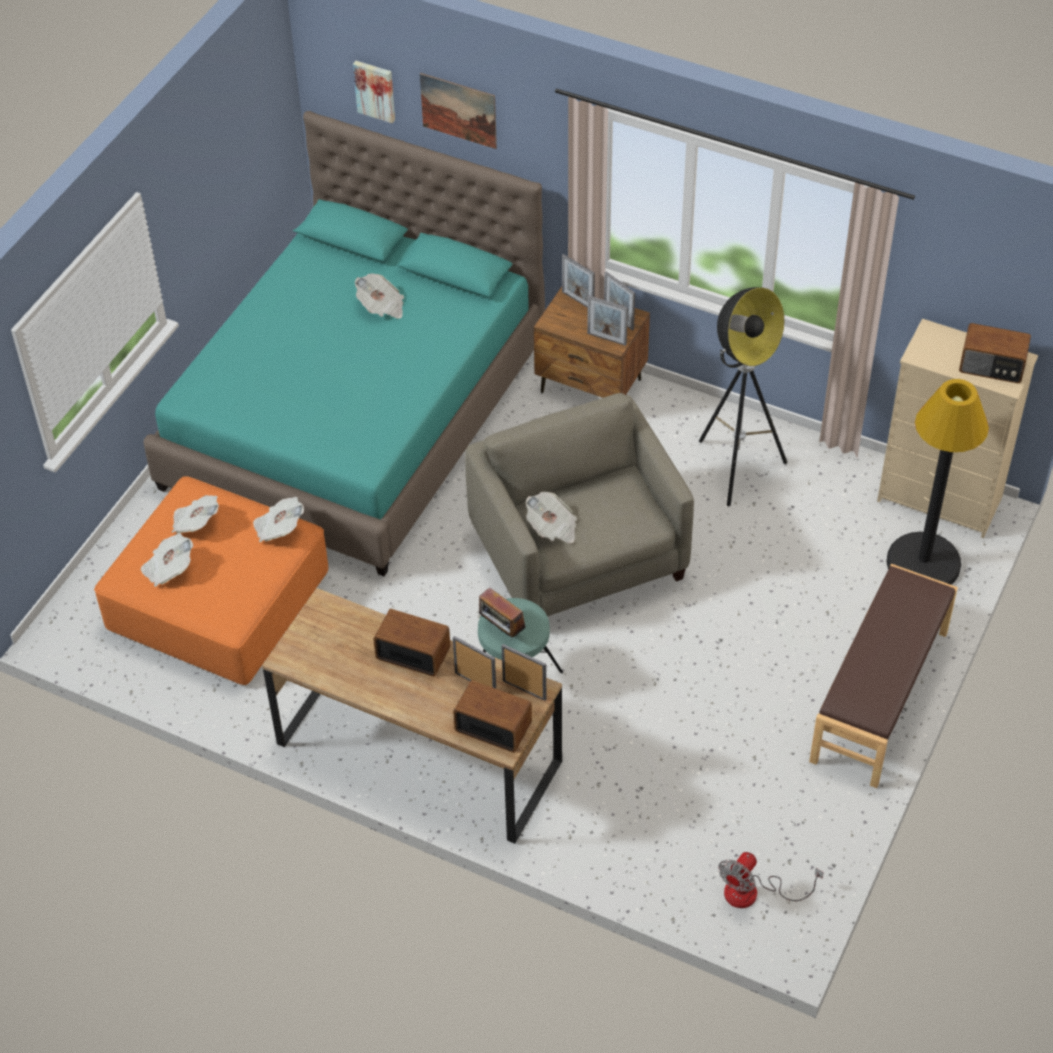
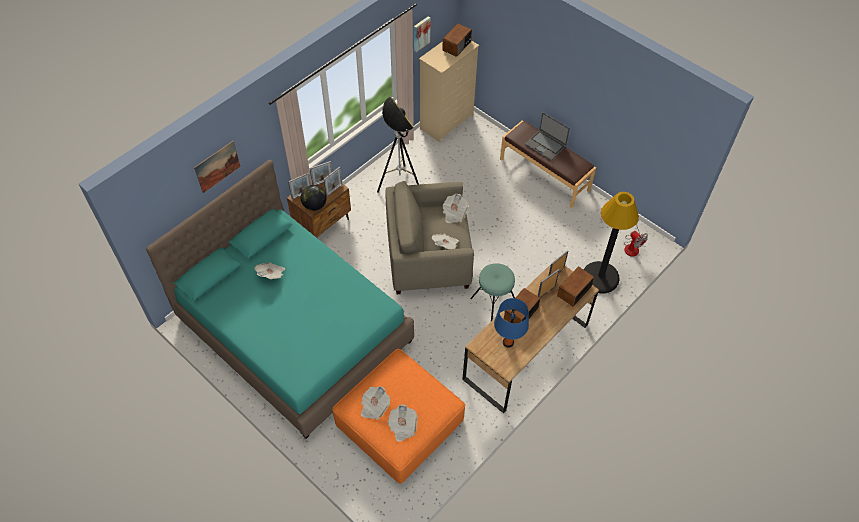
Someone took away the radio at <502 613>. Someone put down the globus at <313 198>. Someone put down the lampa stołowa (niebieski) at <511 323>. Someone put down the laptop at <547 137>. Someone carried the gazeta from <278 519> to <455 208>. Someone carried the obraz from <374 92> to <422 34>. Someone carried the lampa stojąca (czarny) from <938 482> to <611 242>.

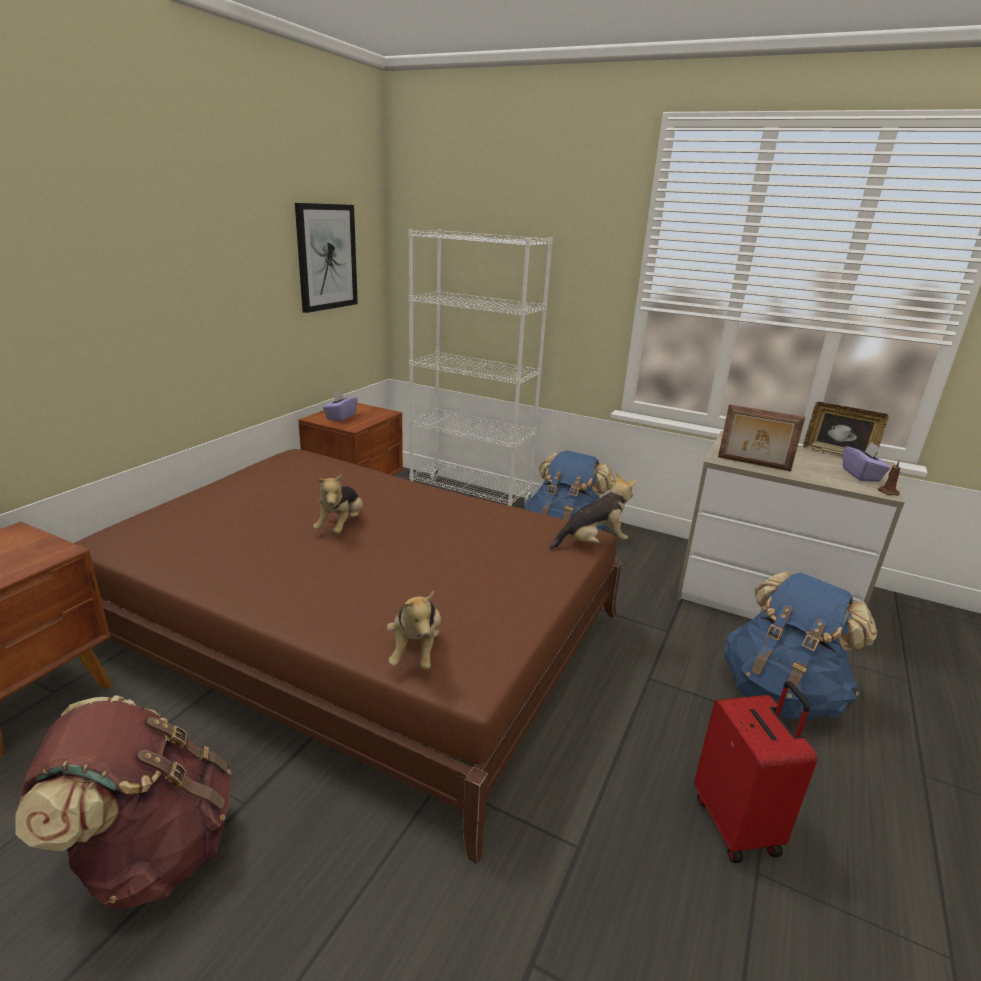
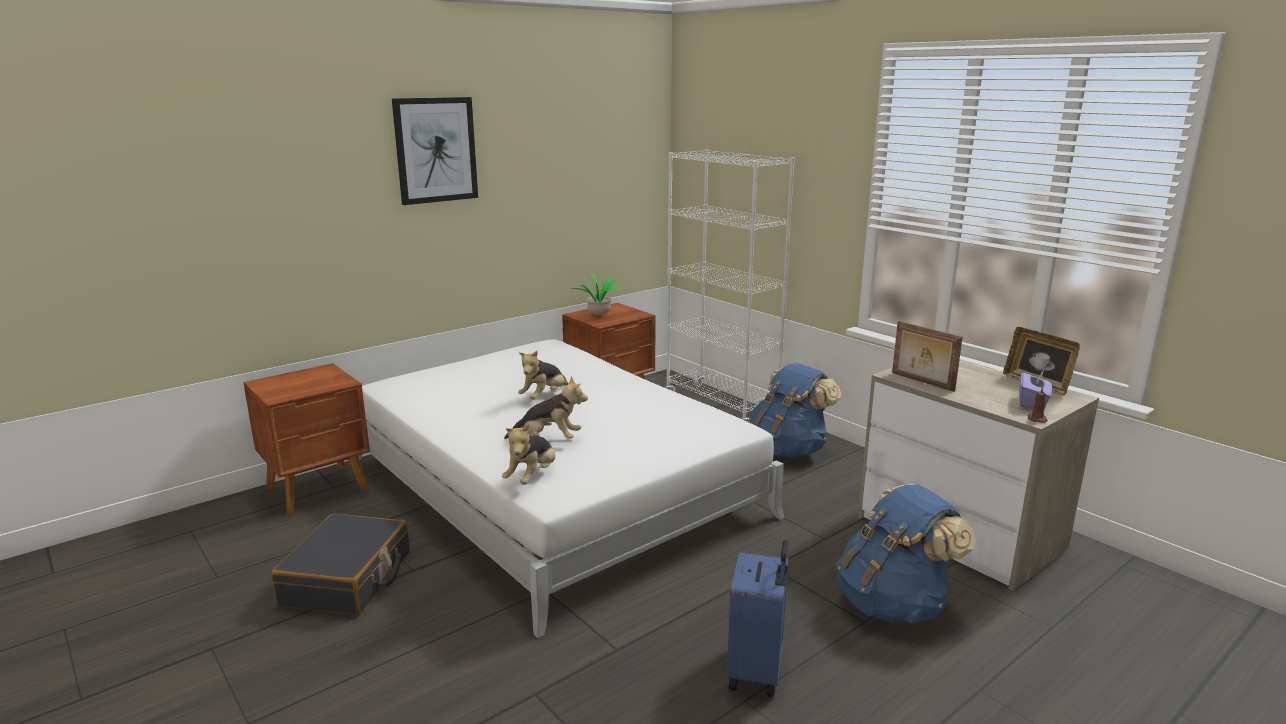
Someone carried the obraz from <326 258> to <435 151>. Someone carried the pluszak from <593 511> to <546 407>. Someone swapped the plecak (brązowy) at <123 801> for the walizka (czarny) at <340 564>. Someone swapped the pudełko chusteczek (fioletowy) at <340 406> for the roślina doniczkowa at <595 294>. Someone repainted the łóżko (brązowy) at <347 656>, which became the łóżko (biały) at <571 488>. Someone repainted the walizka (czerwony) at <755 772>, which became the walizka (niebieski) at <757 618>.

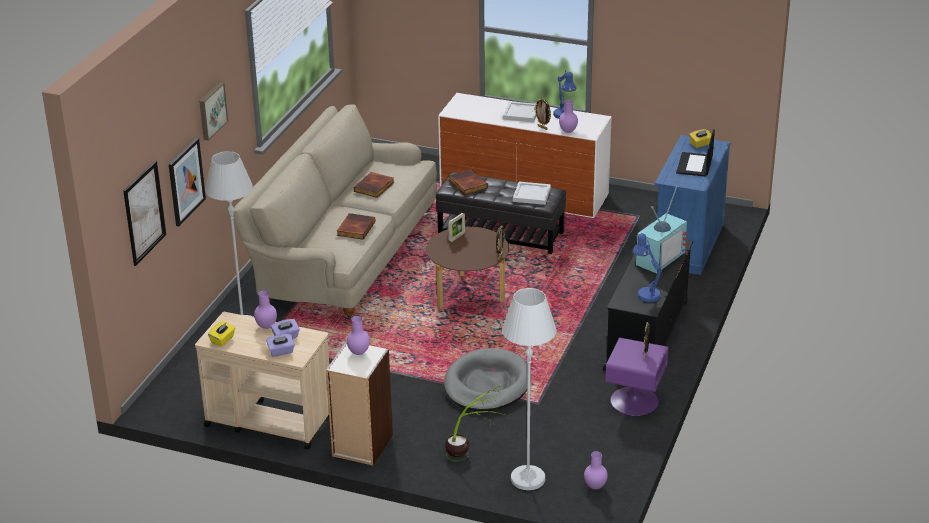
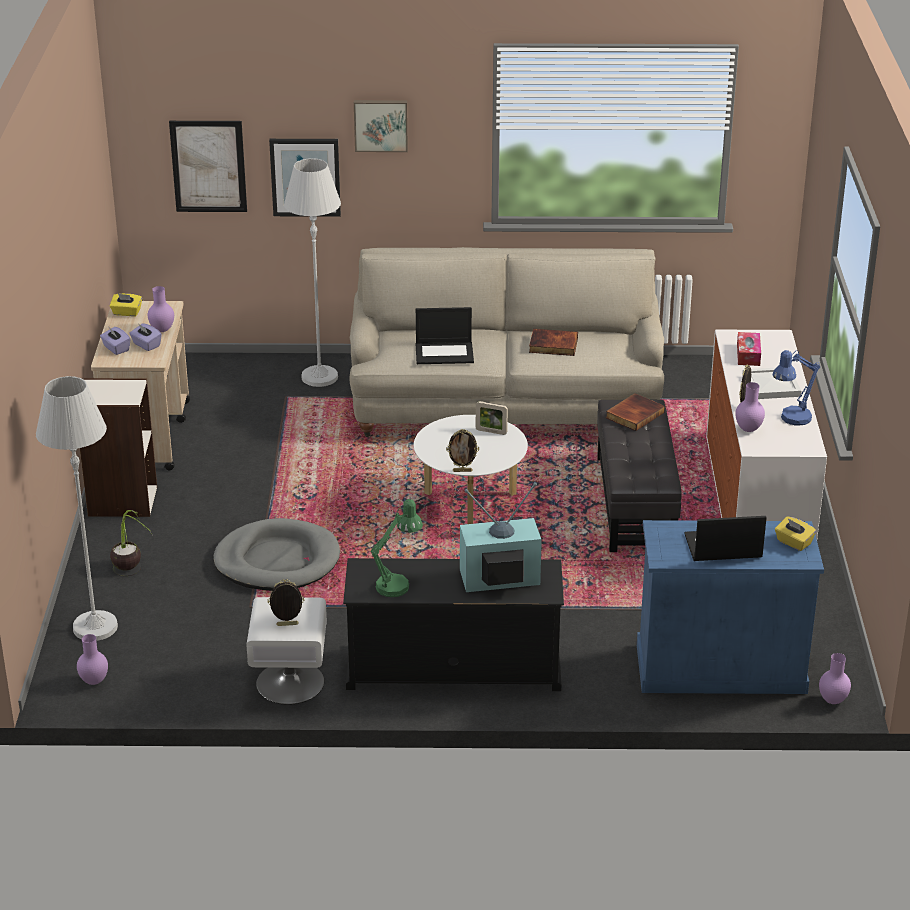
Someone took away the taca (biały) at <532 193>. Someone put down the pudełko chusteczek at <749 349>. Someone carried the wazon (fioletowy) from <358 335> to <835 678>. Someone swapped the książka at <356 226> for the laptop at <445 335>. Someone repainted the ława (brązowy) at <467 268>, which became the ława (biały) at <471 469>. Someone repainted the szafka nocna (fioletowy) at <637 376>, which became the szafka nocna (biały) at <286 651>. Someone repainted the lampa stołowa (niebieski) at <647 267>, which became the lampa stołowa (zielony) at <396 548>. Someone rotated the telewizor at <661 229> by 150 degrees clockwise.

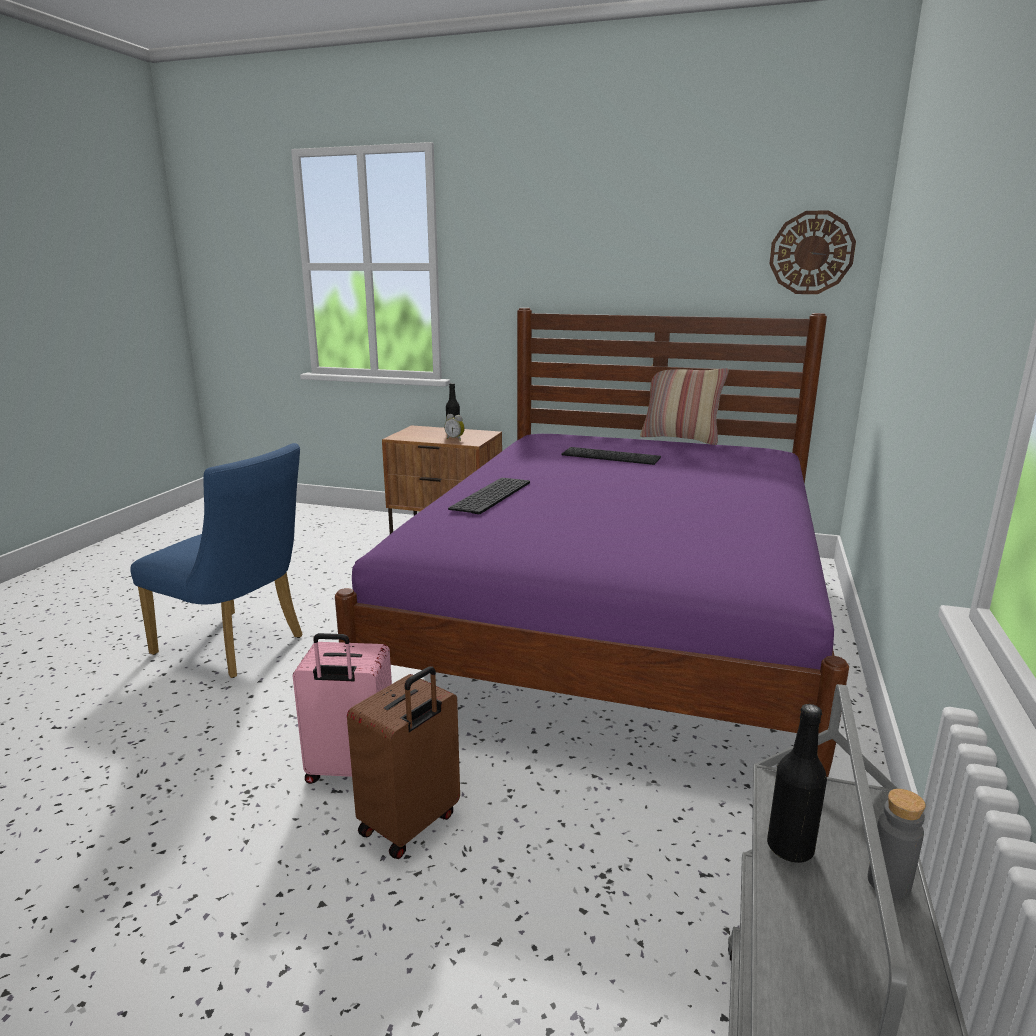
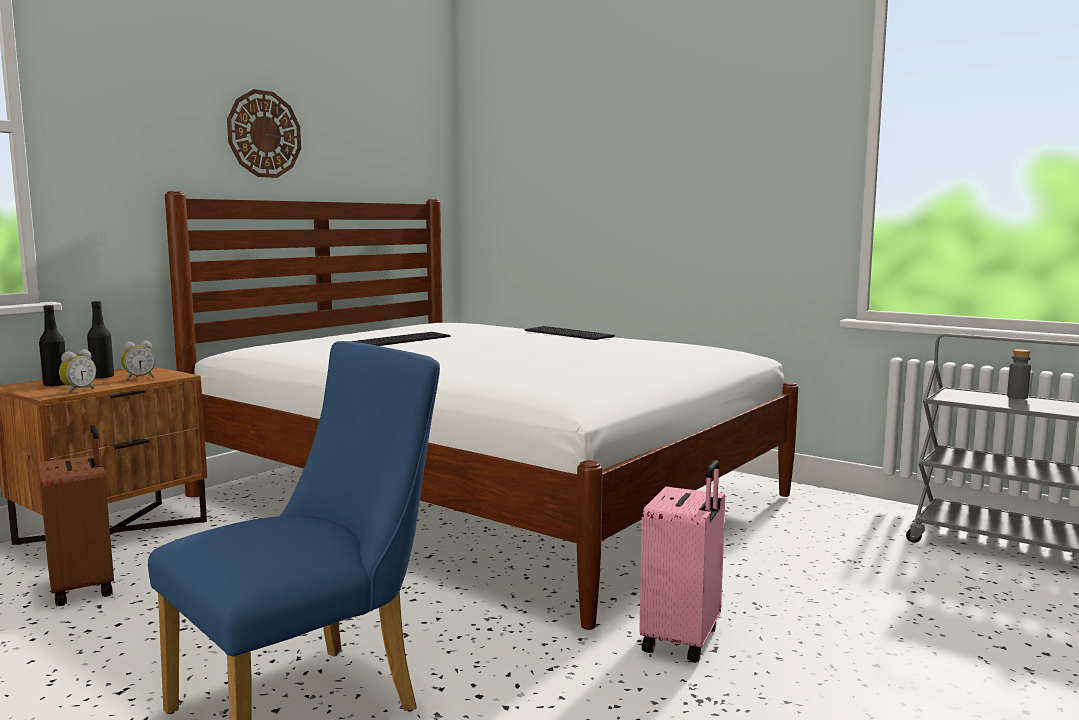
Someone took away the poduszka at <684 404>. Someone put down the budzik at <77 371>. Someone carried the walizka (brązowy) from <403 762> to <76 515>. Someone carried the klawiatura from <489 496> to <570 333>. Someone carried the butelka (czarny) from <797 783> to <52 346>. Someone carried the zegar ścienny from <812 252> to <264 133>. Someone repainted the łóżko (fioletowy) at <592 542>, which became the łóżko (biały) at <481 410>.

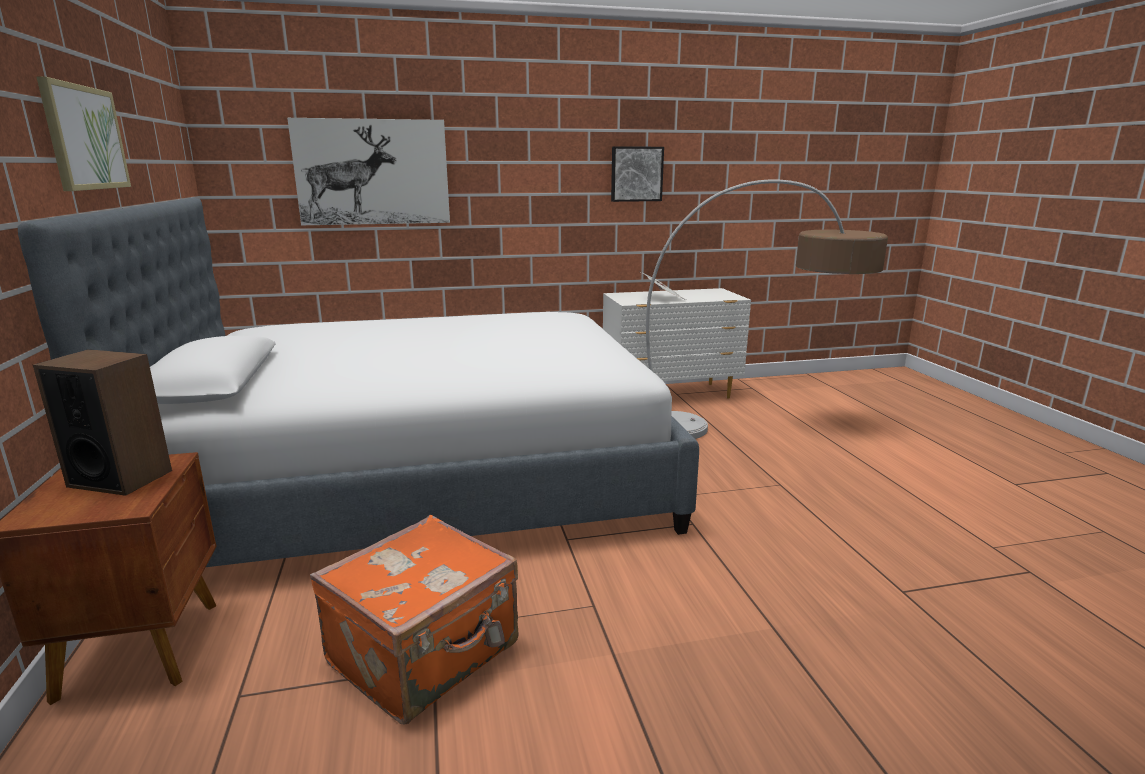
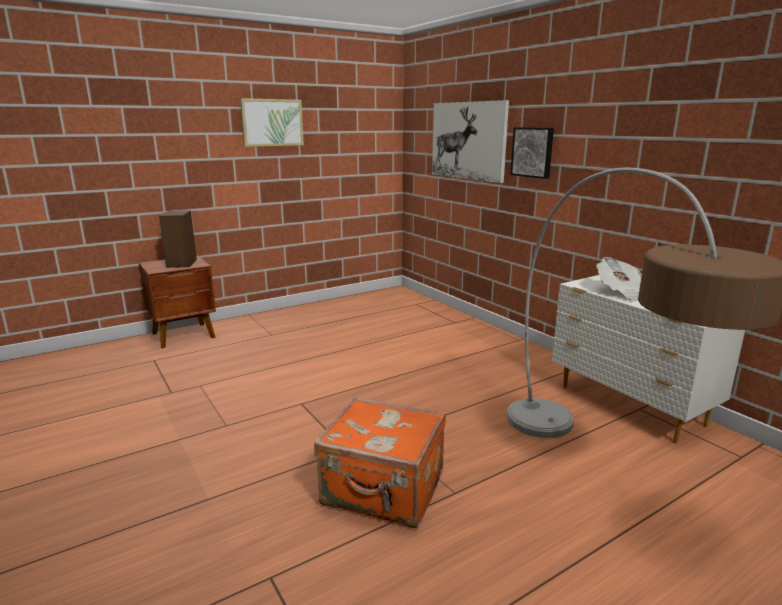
Someone took away the łóżko at <358 382>. Someone carried the walizka (pomarańczowy) from <414 619> to <380 462>. Someone carried the obraz from <637 174> to <532 153>.

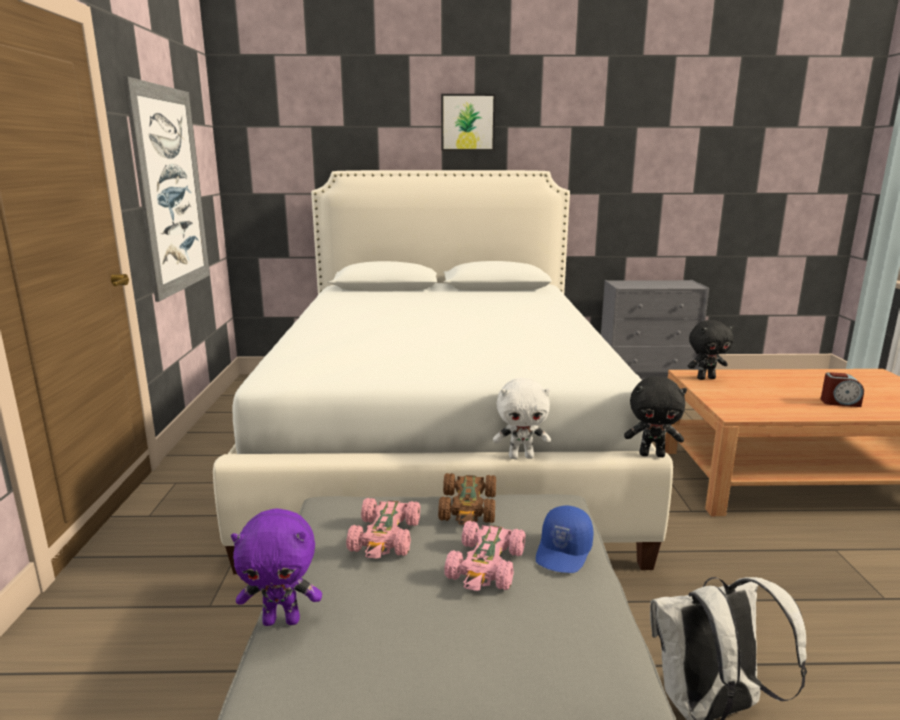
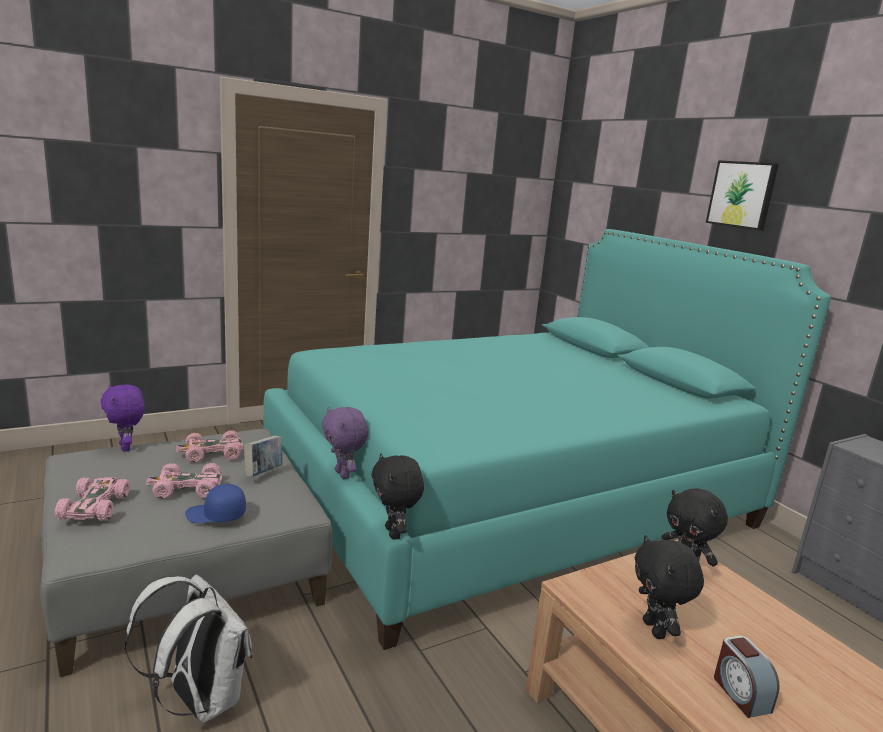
Someone took away the obraz at <166 189>. Someone put down the samochodzik (różowy) at <92 499>. Someone put down the pluszak (czarny) at <669 587>. Someone swapped the samochodzik (brązowy) at <467 499> for the książka at <263 456>. Someone repainted the łóżko (biały) at <443 372>, which became the łóżko (turkusowy) at <547 439>. Someone repainted the pluszak (biały) at <522 418>, which became the pluszak (fioletowy) at <345 443>.

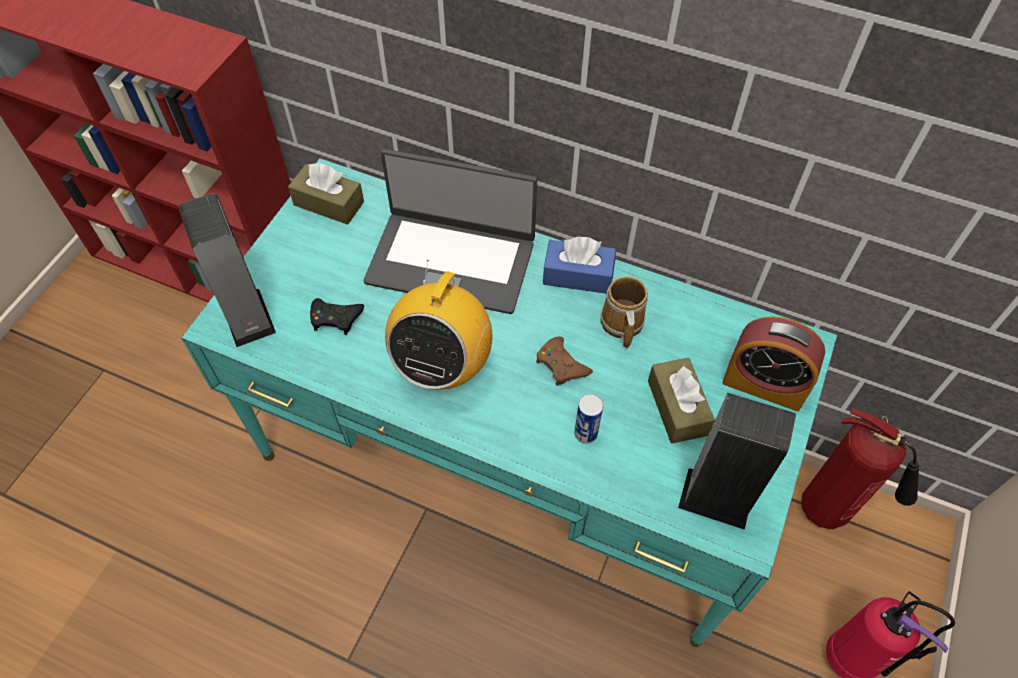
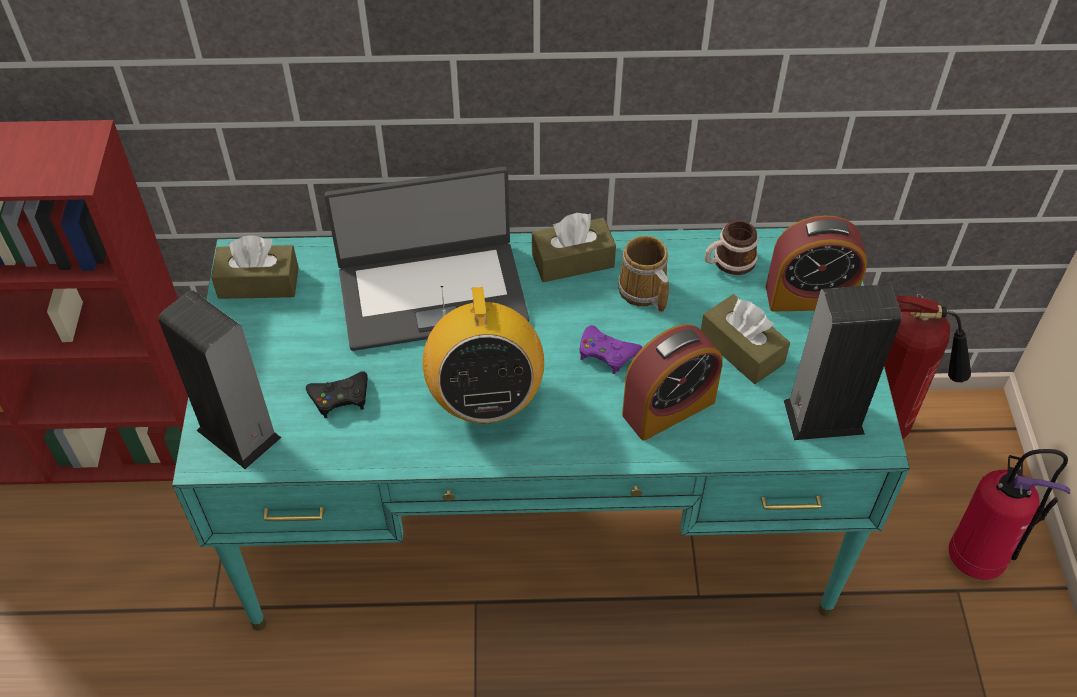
Someone put down the kubek at <731 247>. Someone swapped the puszka at <588 418> for the budzik at <672 382>. Someone repainted the pad do gier (brązowy) at <564 361>, which became the pad do gier (fioletowy) at <610 349>. Someone repainted the pudełko chusteczek (niebieski) at <579 265>, which became the pudełko chusteczek (brązowy) at <574 247>.

